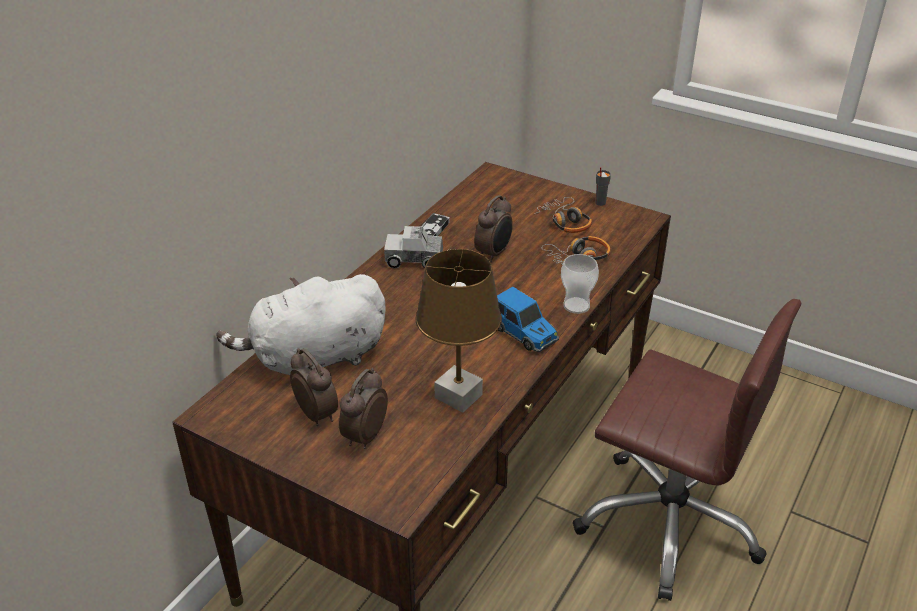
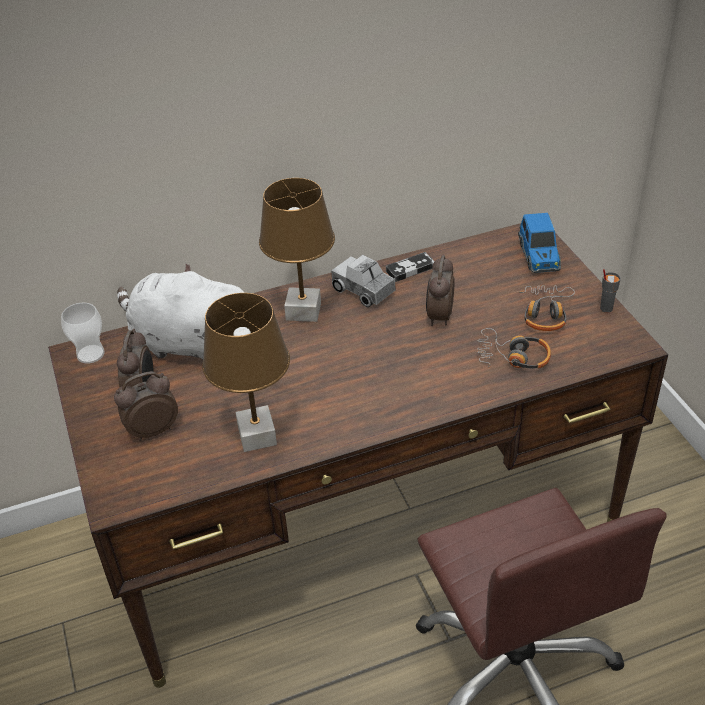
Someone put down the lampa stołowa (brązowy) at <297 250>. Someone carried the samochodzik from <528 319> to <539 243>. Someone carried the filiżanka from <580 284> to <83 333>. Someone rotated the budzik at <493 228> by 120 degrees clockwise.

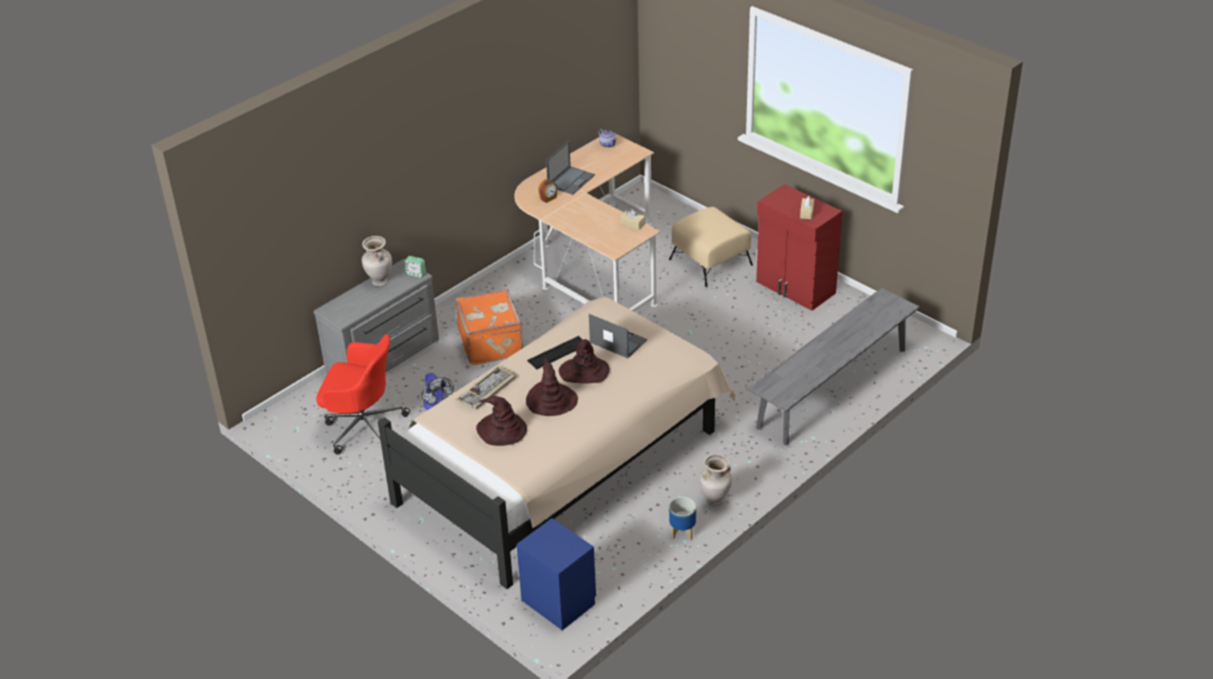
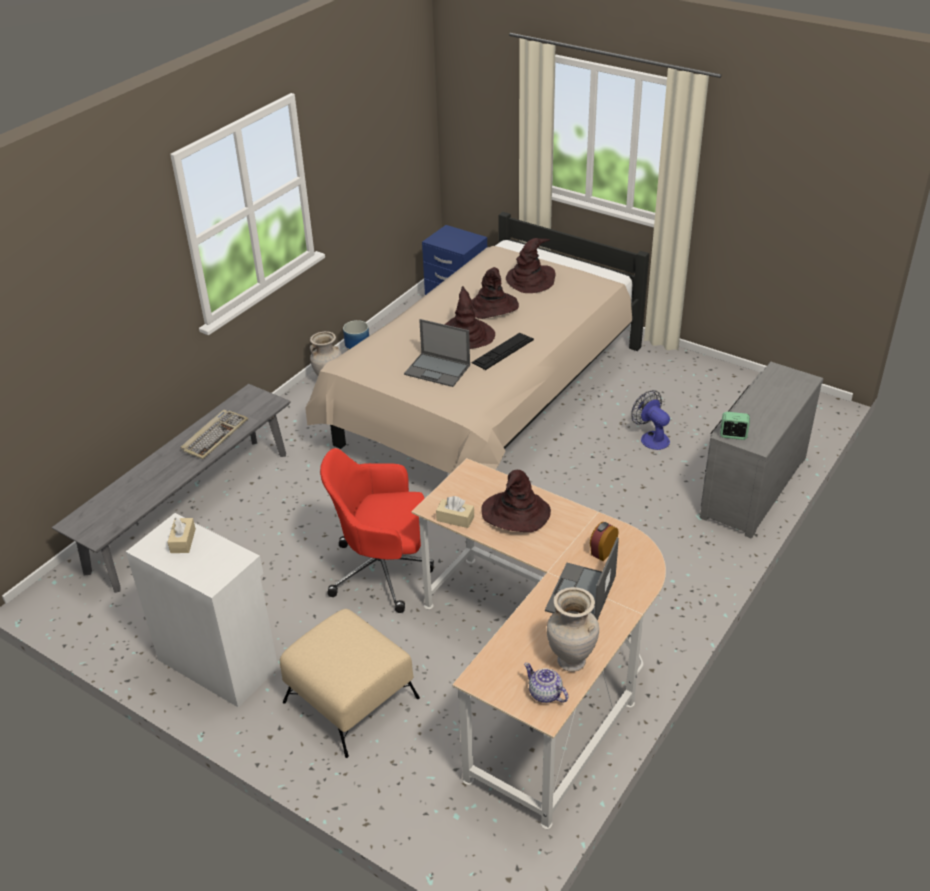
Someone took away the walizka (pomarańczowy) at <489 327>. Someone put down the kapelusz (brązowy) at <516 501>. Someone carried the krzesło biurowe (czerwony) from <363 394> to <377 530>. Someone carried the wazon (beżowy) from <377 261> to <573 629>. Someone carried the klawiatura from <486 388> to <214 434>. Someone repainted the szafka (czerwony) at <799 247>, which became the szafka (biały) at <202 610>.

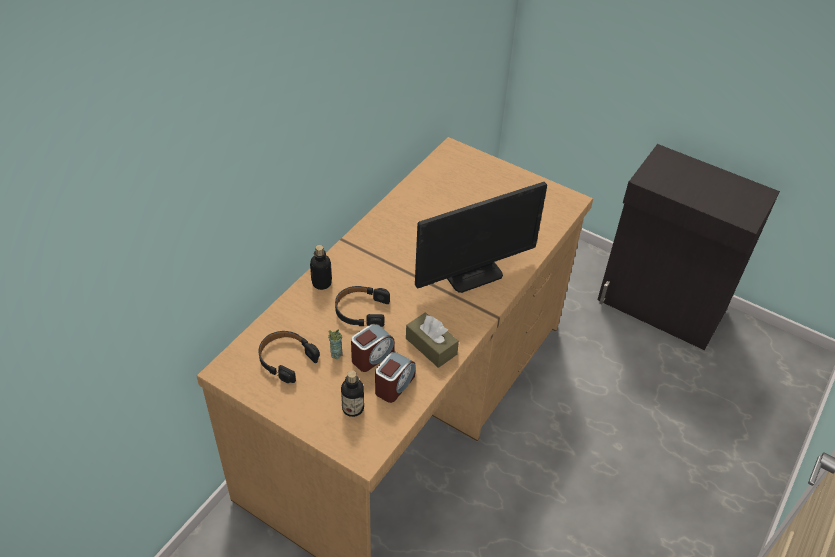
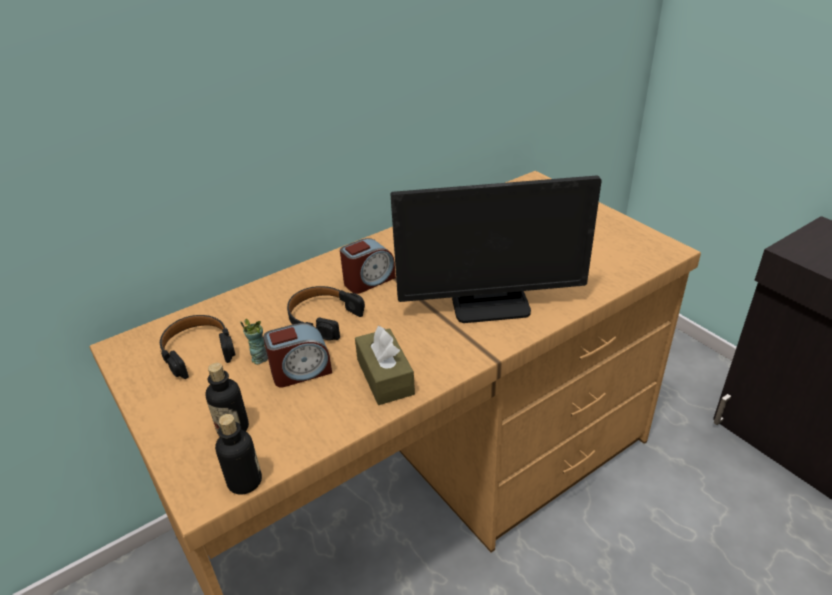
Someone carried the butelka from <321 267> to <238 454>. Someone carried the budzik from <395 377> to <368 266>.

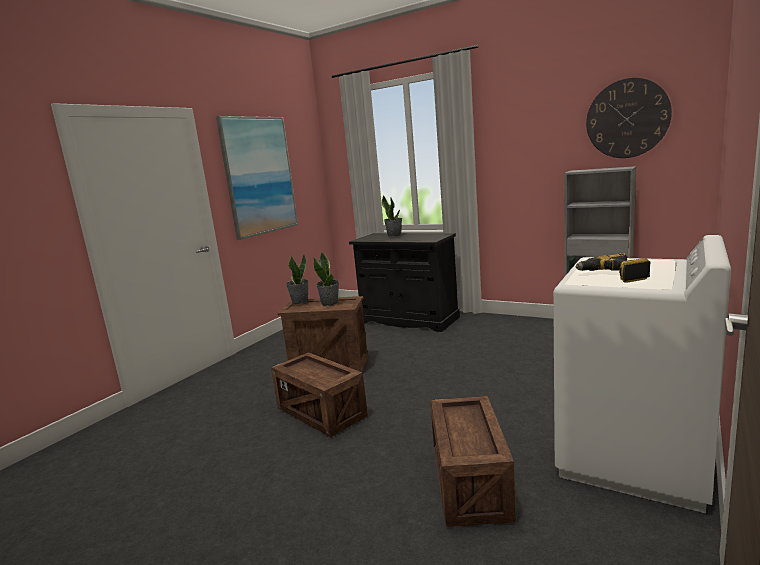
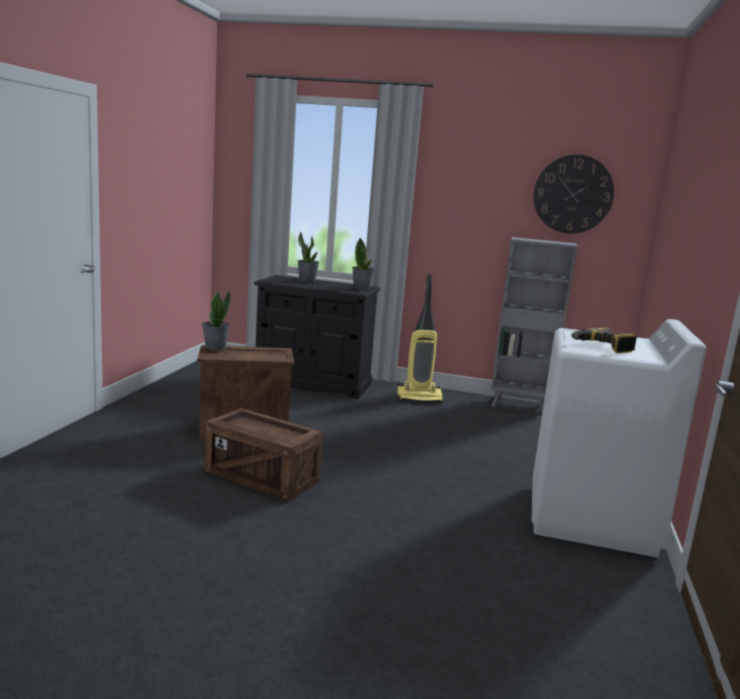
Someone took away the obraz at <257 178>. Someone took away the skrzynka at <473 461>. Someone put down the odkurzacz at <420 338>. Someone carried the roślina doniczkowa from <326 279> to <363 264>.

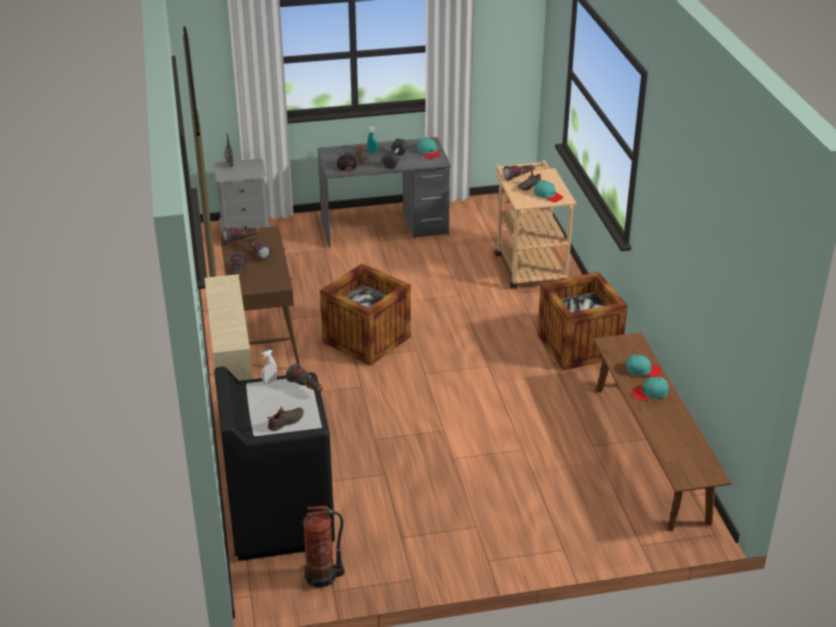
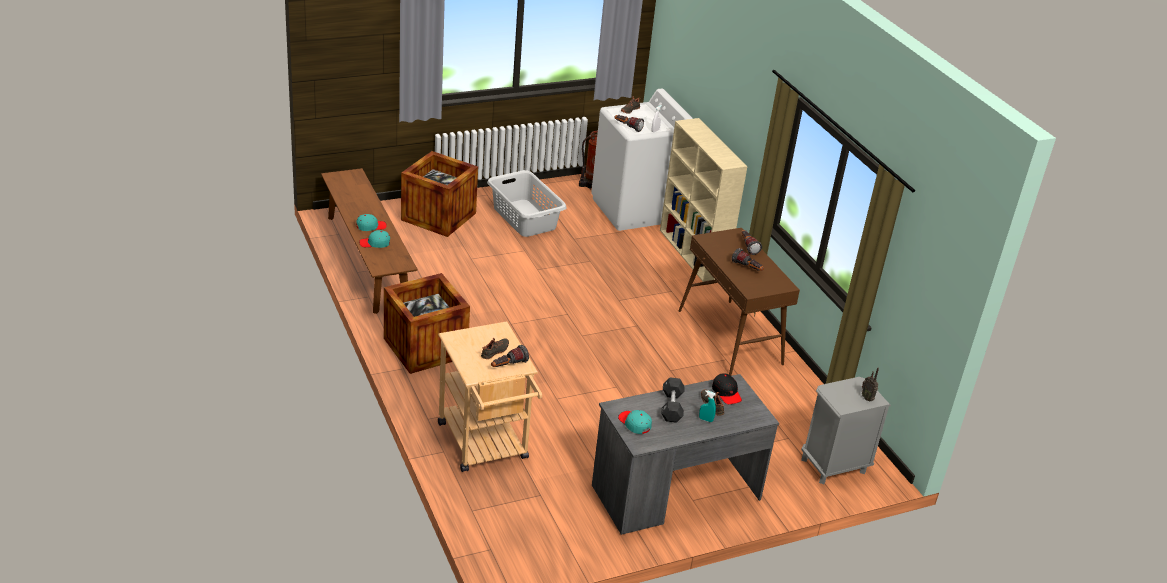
Someone took away the latarka at <241 235>. Someone took away the czapka z daszkiem (turkusowy) at <548 191>. Someone put down the kosz na pranie (szary) at <527 203>. Someone carried the skrzynka from <365 315> to <439 194>. Someone repainted the pralka (czarny) at <274 464>, which became the pralka (biały) at <642 160>.

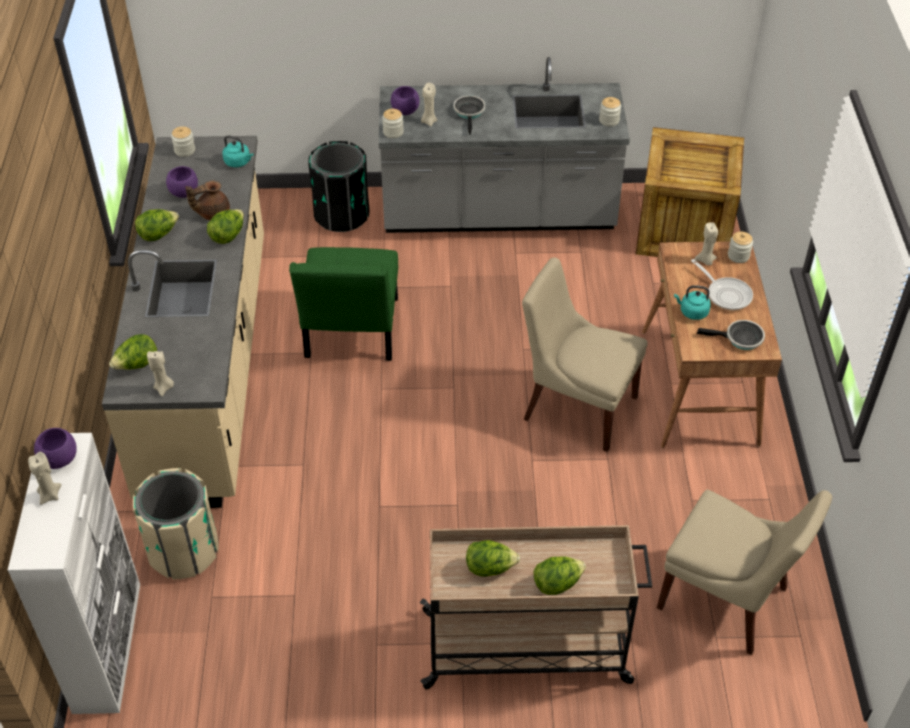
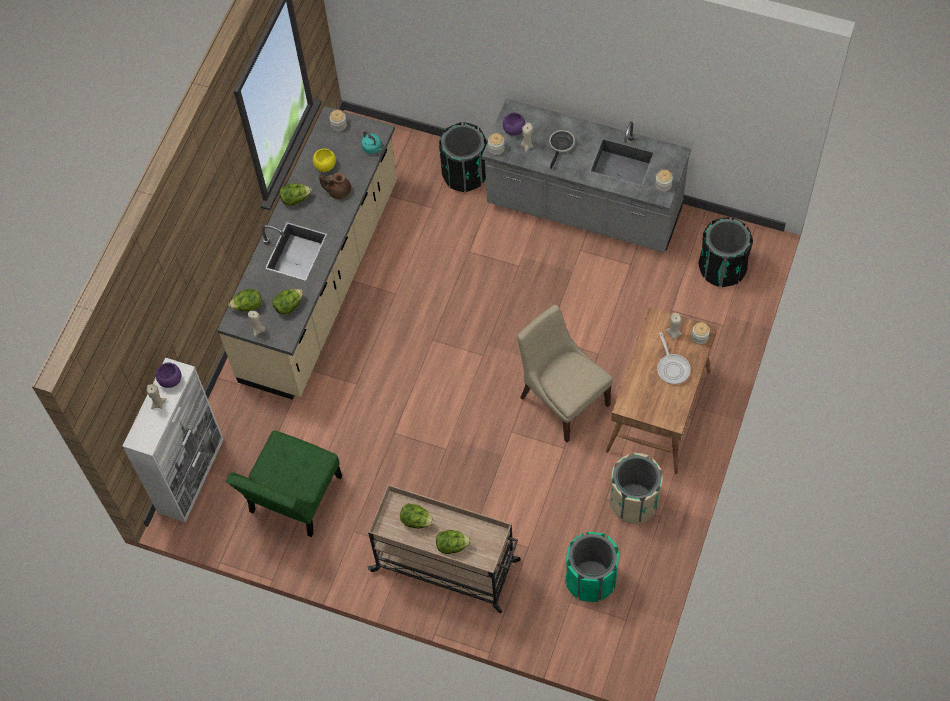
Someone took away the czajnik (turkusowy) at <692 302>. Someone took away the patelnia at <731 335>. Someone carried the kosz na śmieci (beżowy) from <175 523> to <636 488>. Someone carried the sałata from <225 226> to <287 302>. Someone carried the krzesło (zielony) from <343 304> to <284 483>. Someone swapped the skrzynka at <689 192> for the kosz na śmieci (czarny) at <725 252>. Someone swapped the krzesło (beżowy) at <744 572> for the kosz na śmieci (zielony) at <592 567>. Someone repainted the miska (fioletowy) at <182 182>, which became the miska (żółty) at <324 160>.

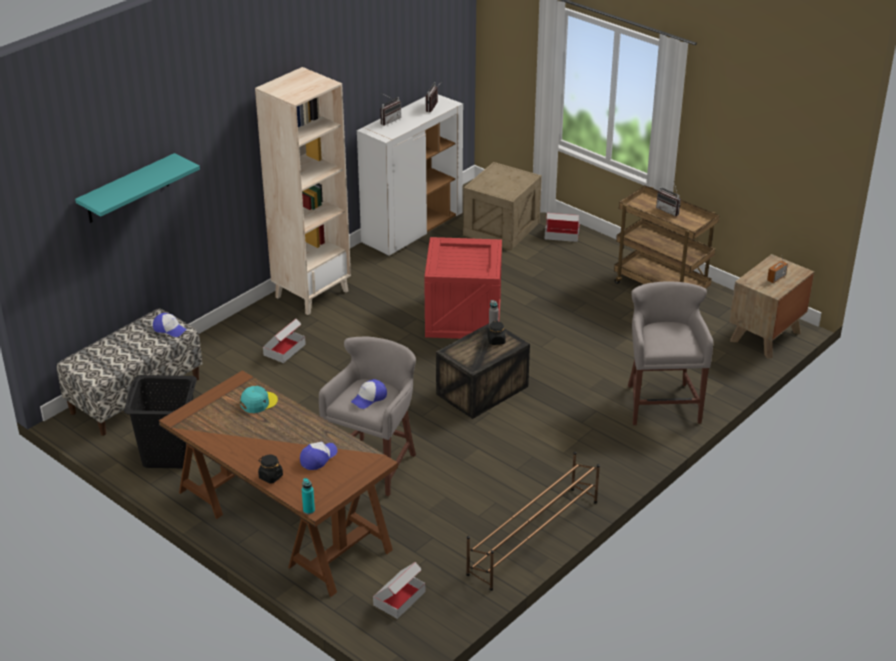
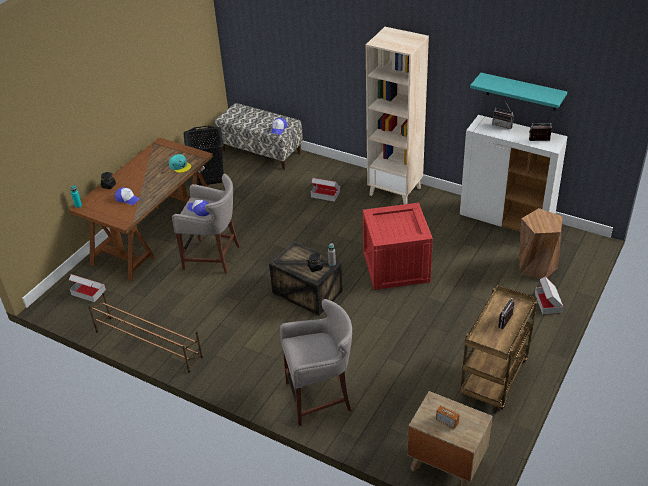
Someone carried the półka (turkusowy) from <137 188> to <518 91>. Someone swapped the skrzynka at <502 206> for the stołek (brązowy) at <541 243>.

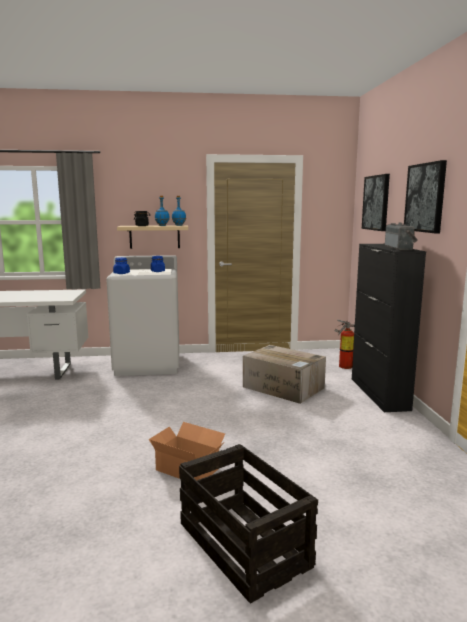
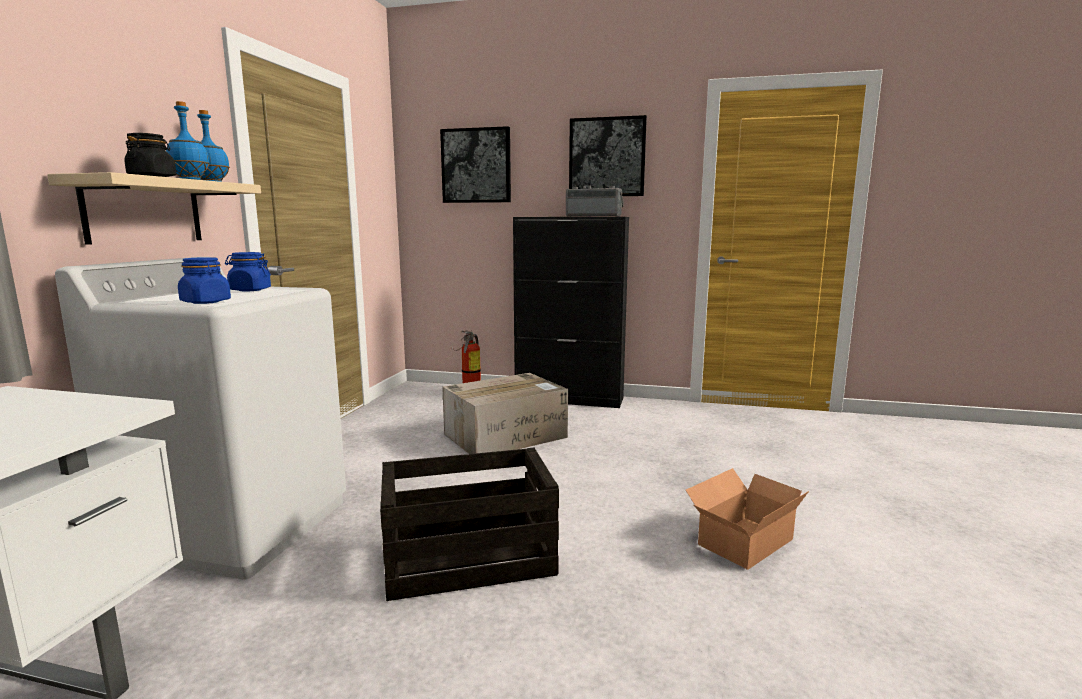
Someone carried the skrzynka from <248 524> to <469 524>.

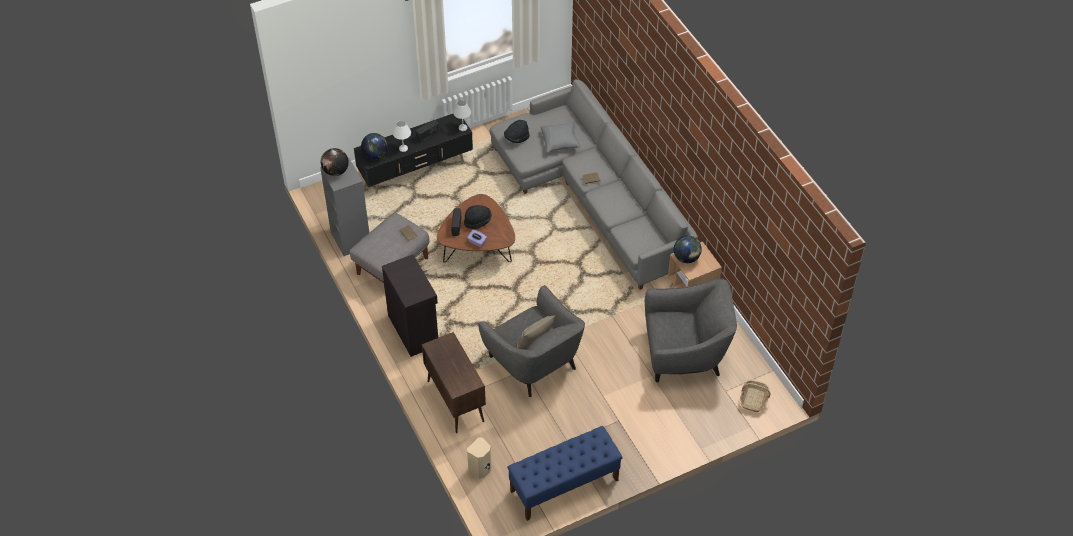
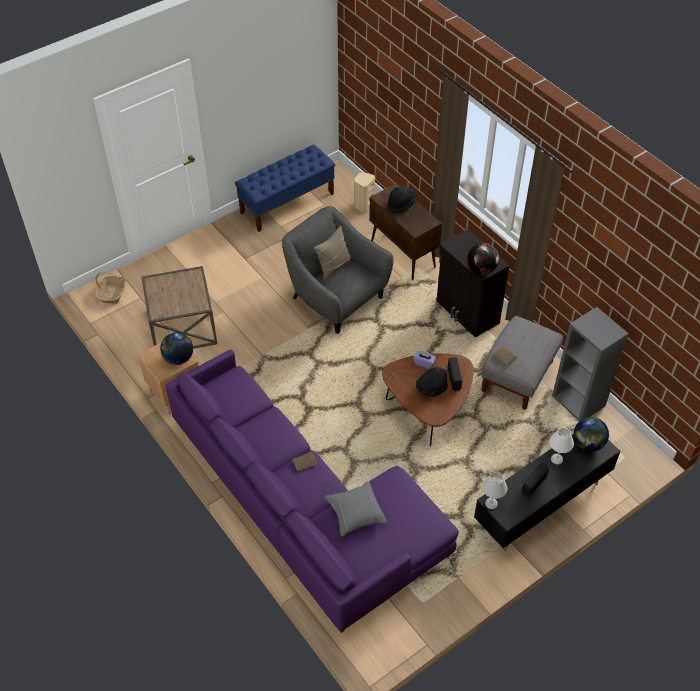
Someone carried the globus from <335 162> to <483 259>. Someone carried the kapelusz (czarny) from <517 131> to <401 200>. Someone swapped the fotel (szary) at <691 330> for the stolik (brązowy) at <179 307>. Someone repainted the kanapa (szary) at <594 184>, which became the kanapa (fioletowy) at <311 491>.

